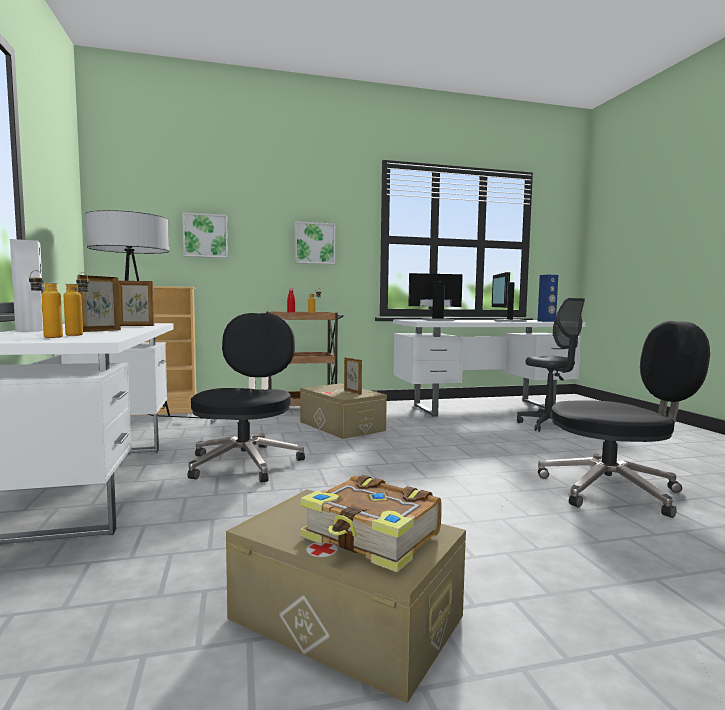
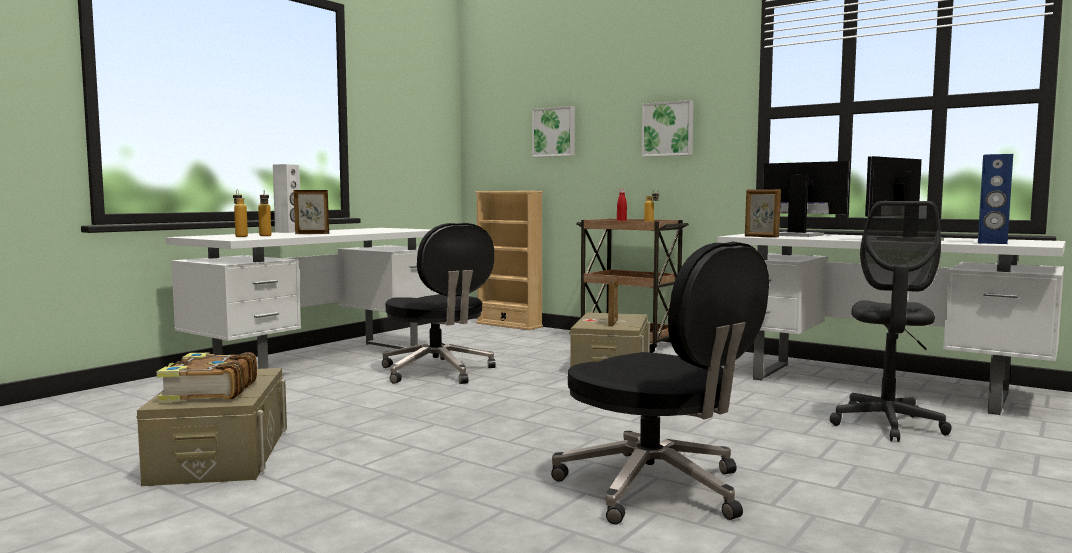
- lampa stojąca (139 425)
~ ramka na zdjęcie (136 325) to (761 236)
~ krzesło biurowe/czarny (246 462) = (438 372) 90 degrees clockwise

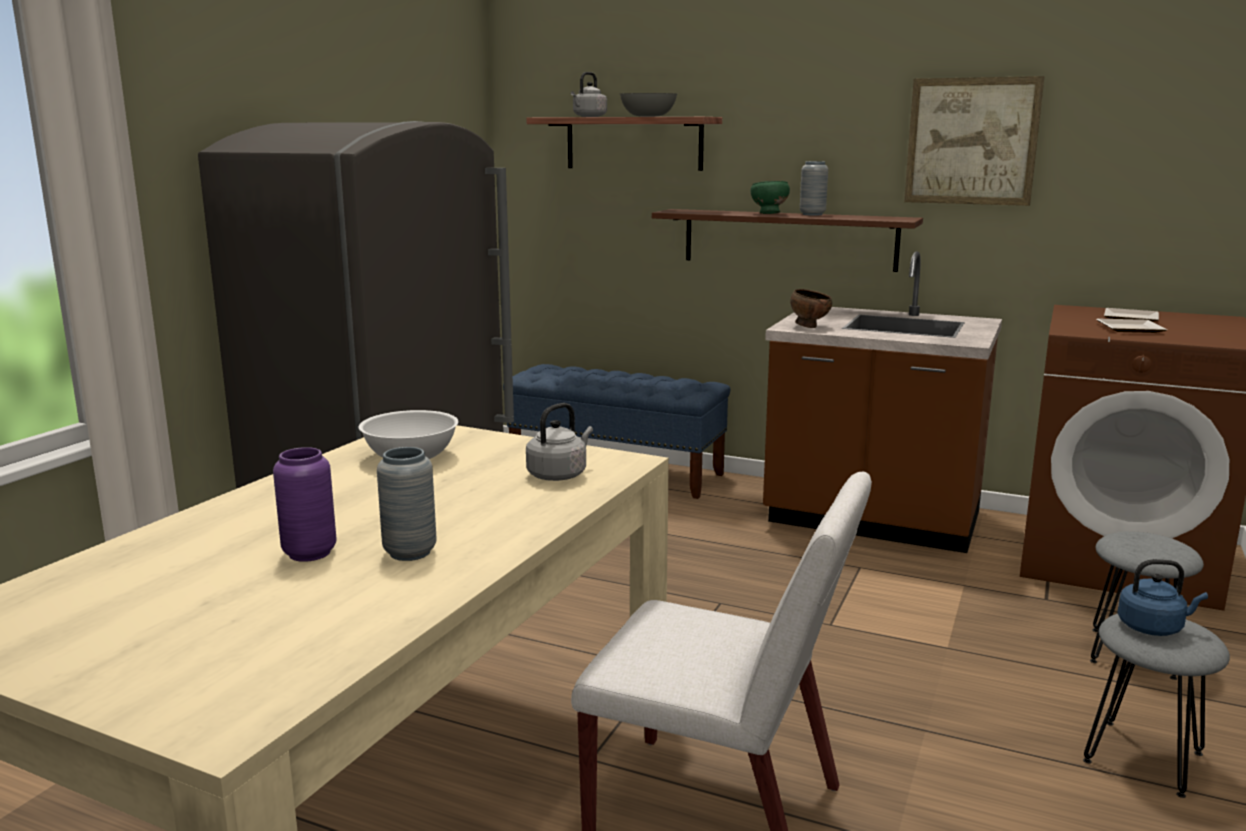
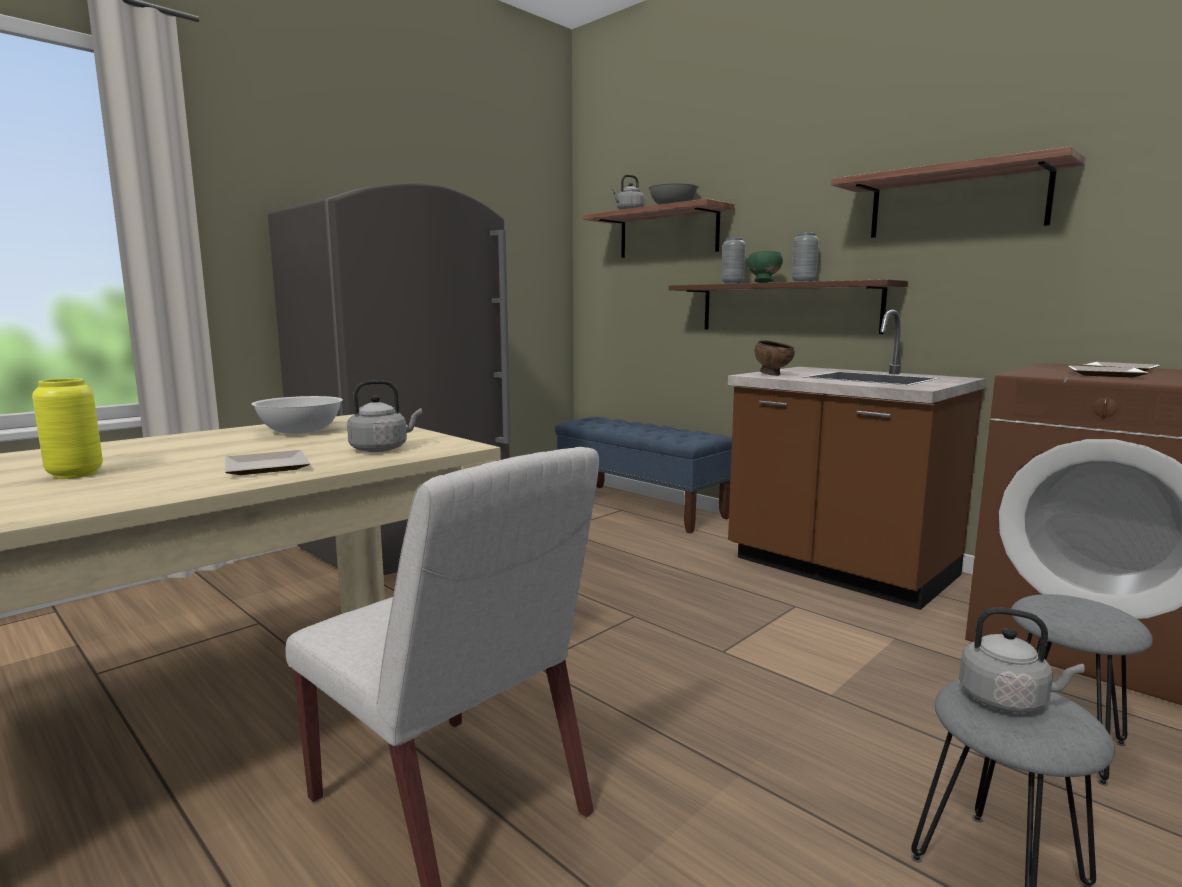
+ talerz (269 466)
~ wazon/szary (410 552) to (732 284)
~ obraz (971 141) to półka (956 202)
~ wazon/fioletowy (309 553) to wazon/żółty (75 474)
~ czajnik/niebieski (1153 627) to czajnik/szary (1007 700)

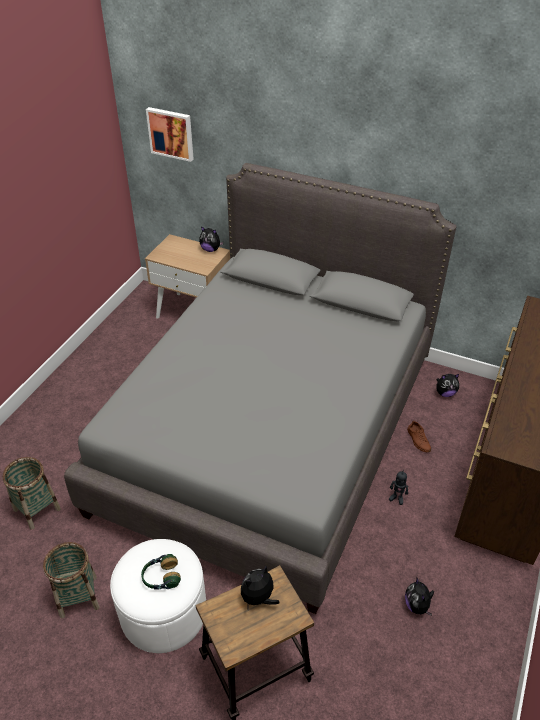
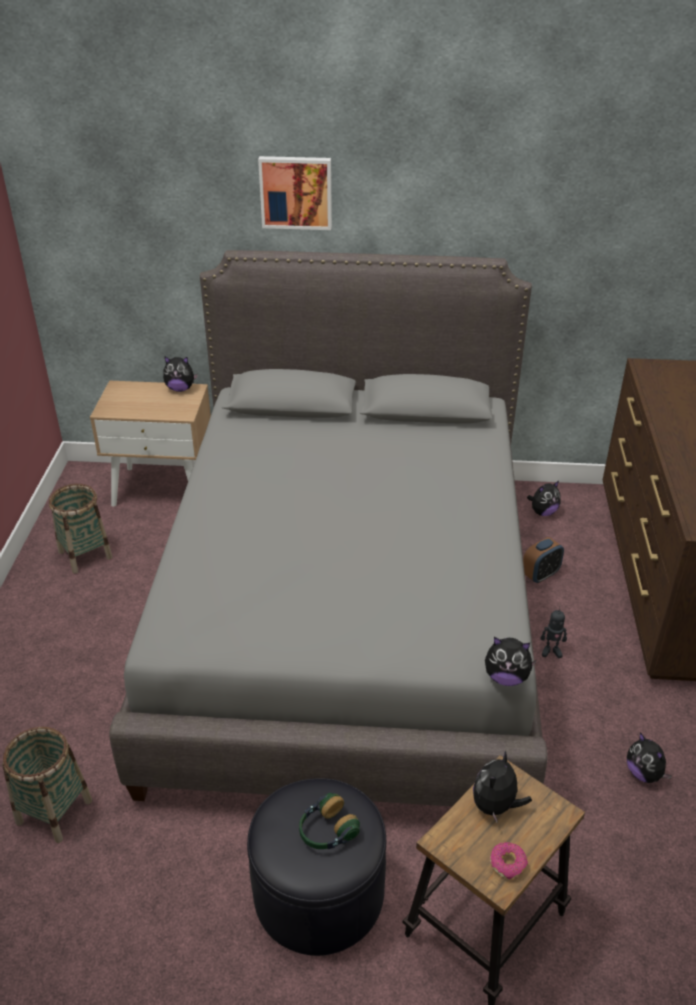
+ pluszak (506 677)
+ donut (508 864)
~ koszyk (78 596) to (85 555)
~ obraz (171 133) to (296 192)
~ but/brązowy (418 440) to budzik (540 575)
~ pufa/biały (164 611) to pufa/czarny (319 892)

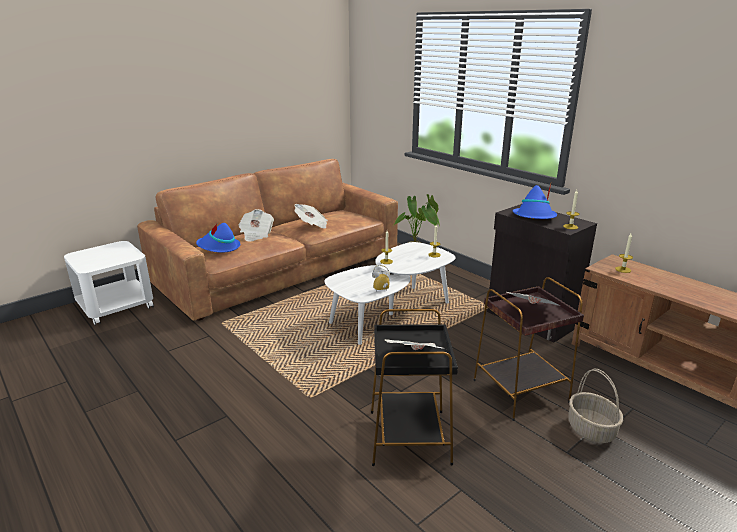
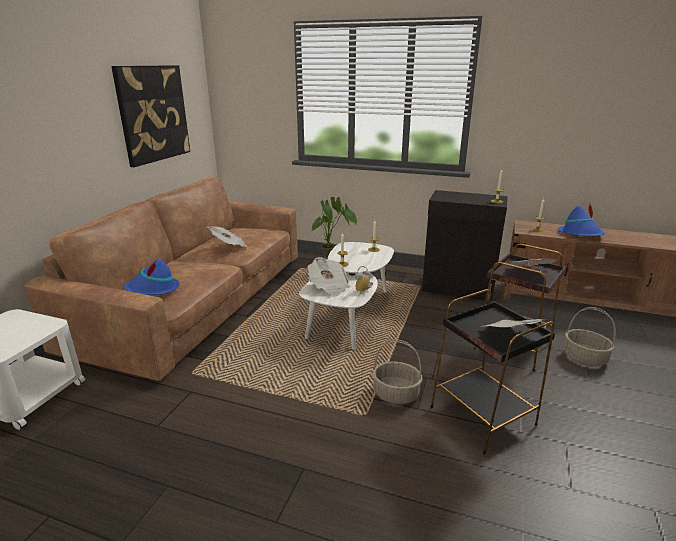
+ obraz (153 114)
+ koszyk (396 394)
~ gazeta (256 235) to (328 287)
~ kapelusz/niebieski (534 217) to (580 234)

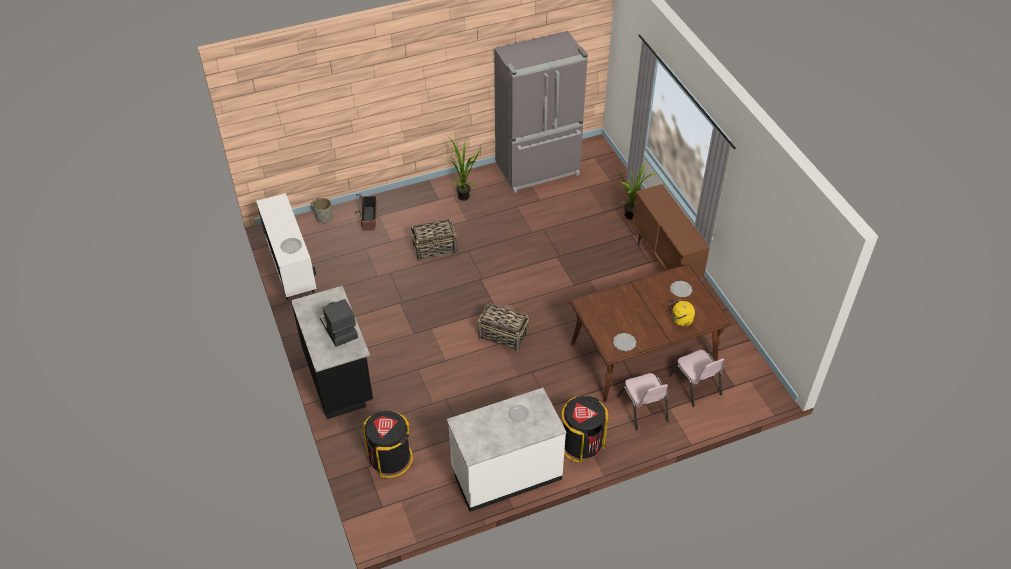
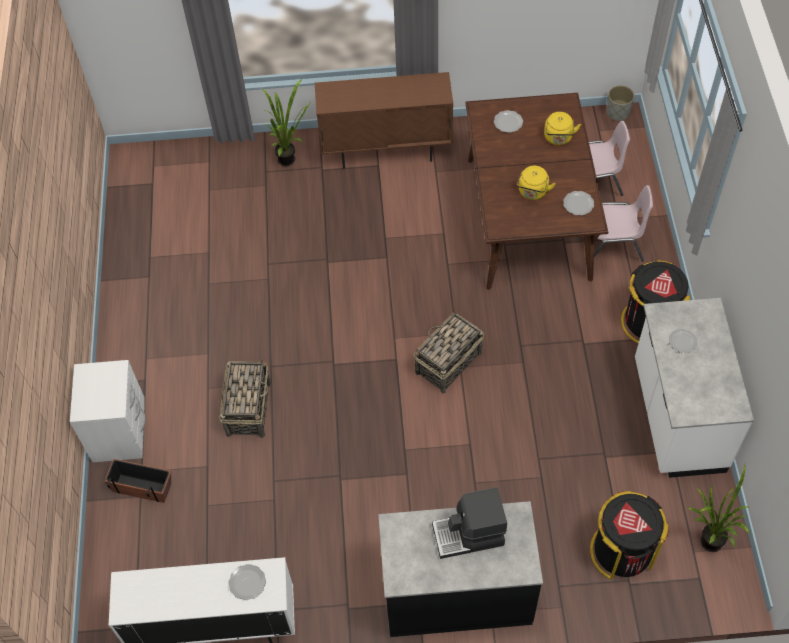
- lodówka/szary (538 170)
+ szafka nocna/biały (120 432)
+ czajnik/żółty (532 192)
~ donica/szary (324 218) to (618 113)
~ roślina doniczkowa (463 195) to (705 542)

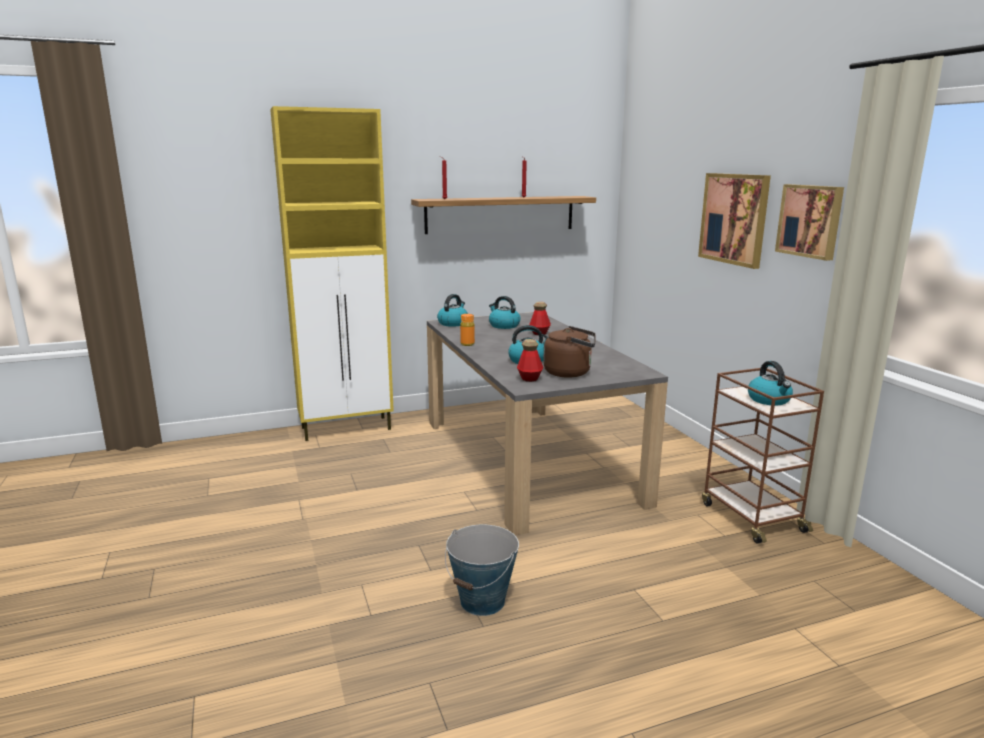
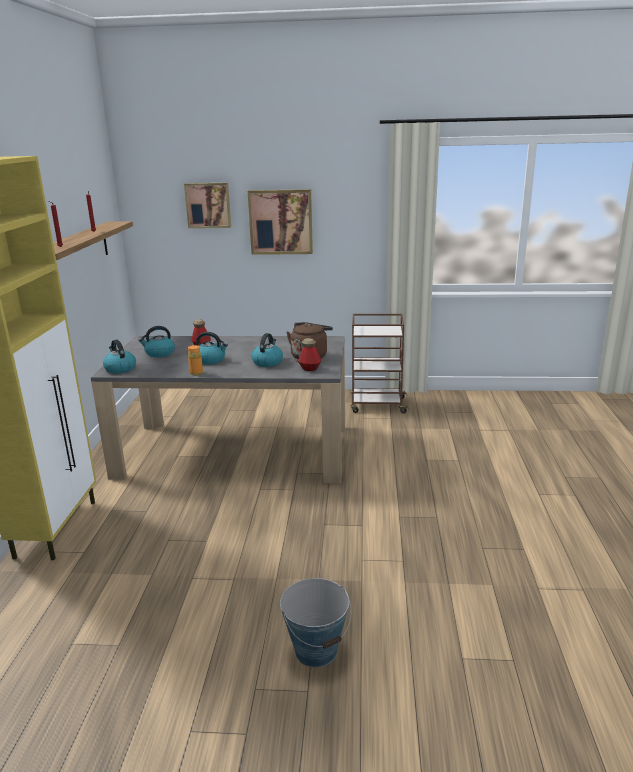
~ wiadro (483 601) to (316 650)
~ czajnik (769 400) to (210 360)
~ obraz (810 221) to (208 205)

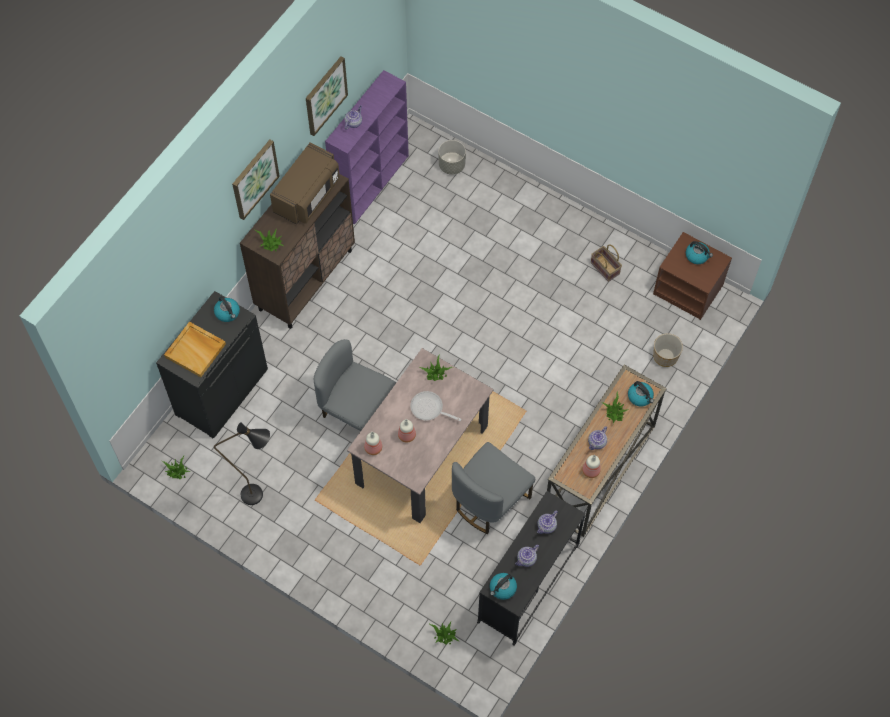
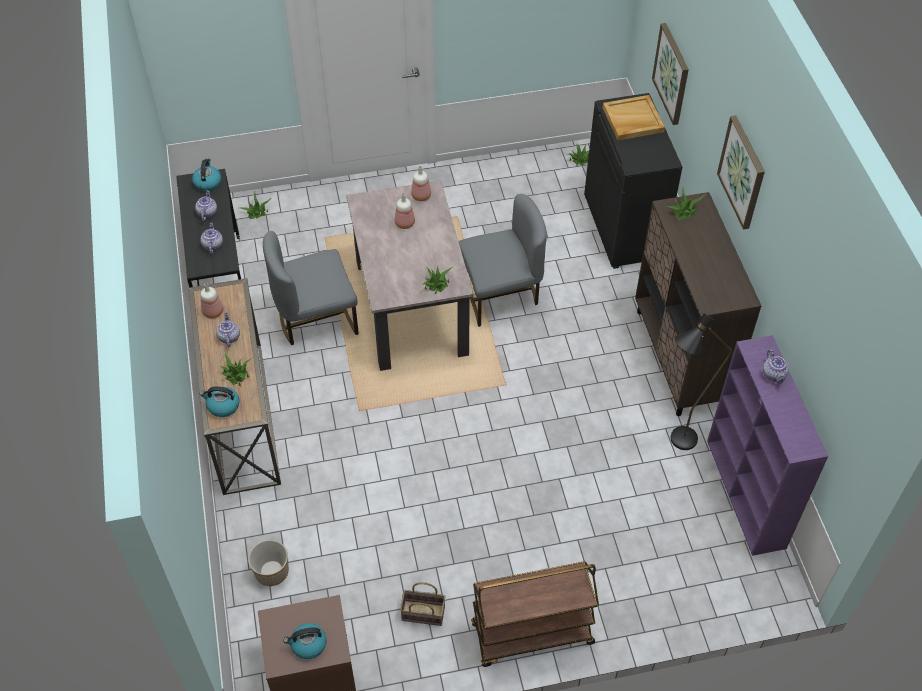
- czajnik (228 313)
- mikrofalówka/brązowy (307 195)
- patelnia (429 409)
- donica/szary (451 165)
+ wózek/brązowy (531 635)
~ lampa stojąca/czarny (260 496) to (676 444)
~ obraz (325 95) to (672 73)
~ krzesło/szary (489 501) = (316 319) 105 degrees counterclockwise

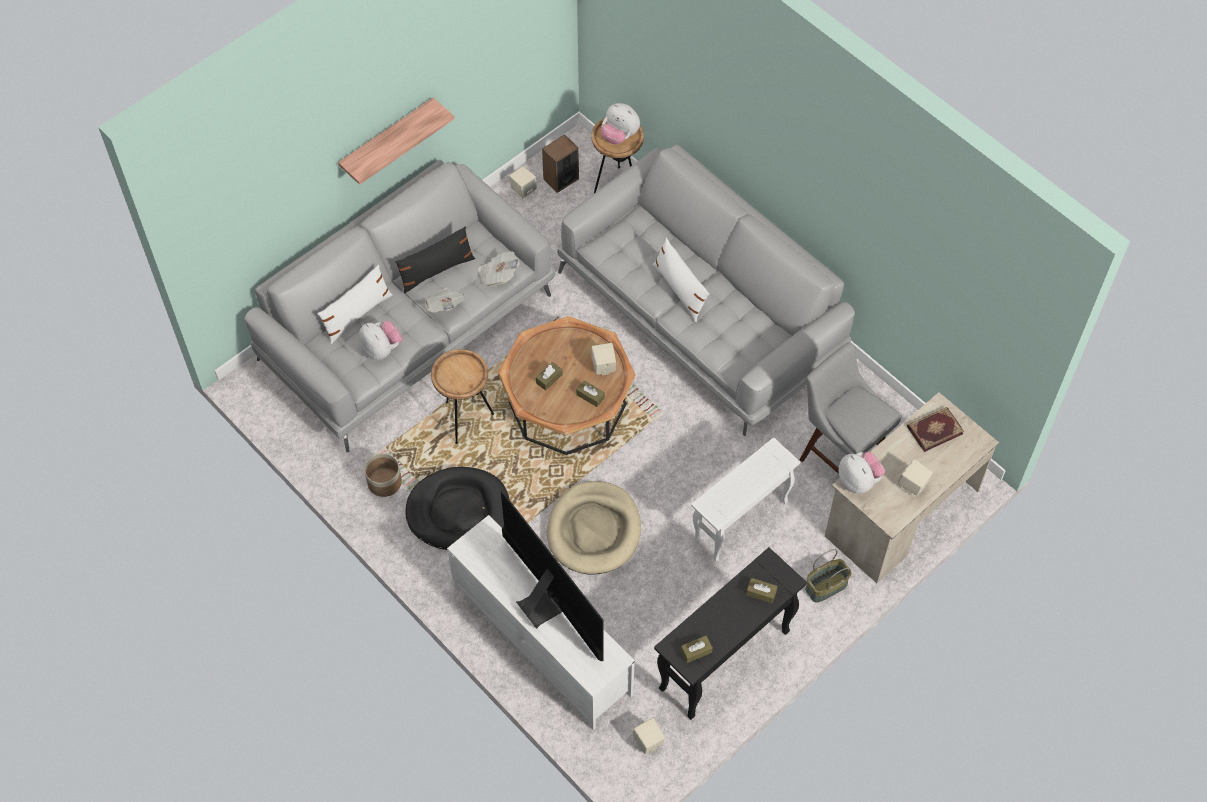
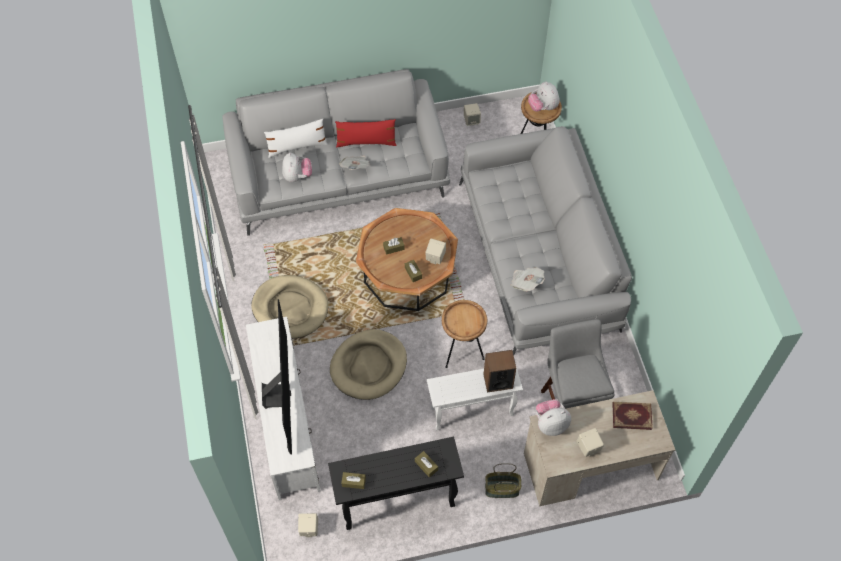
- półka (387 139)
- donica (385 482)
- poduszka/biały (680 290)
~ stolik/brązowy (465 420) to (462 353)
~ gazeta (498 275) to (526 283)
~ głośnik (561 179) to (498 381)
~ poduszka/czarny (436 271) to poduszka/czerwony (366 142)
~ legowisko/czarny (458 511) to legowisko/beżowy (290 308)
~ pluszak (858 481) = (550 423) 105 degrees counterclockwise

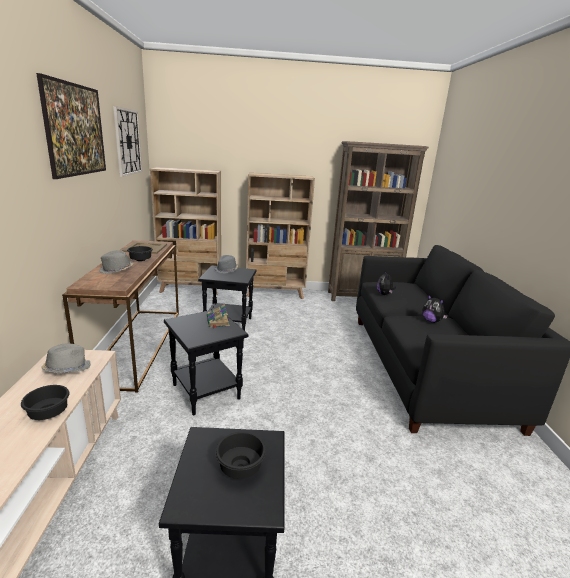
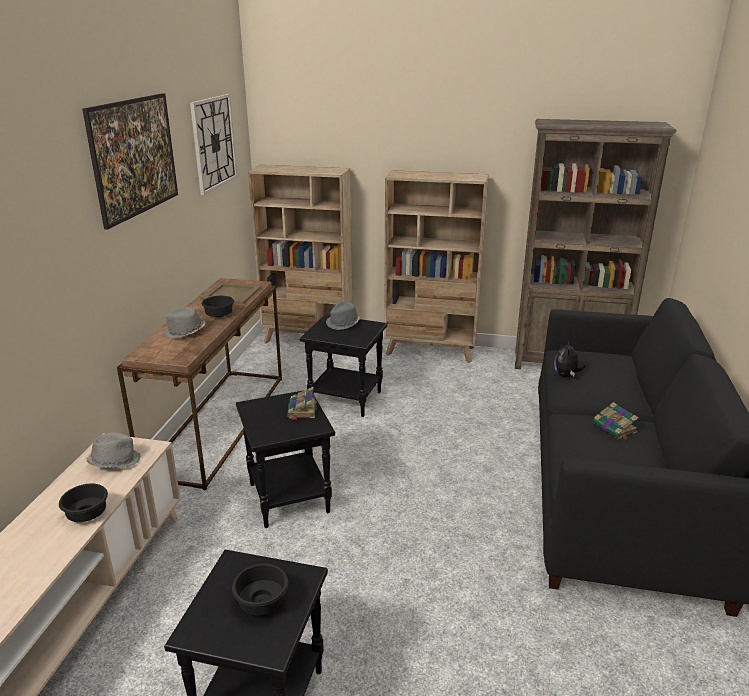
~ pluszak (431 321) to książka (615 428)

